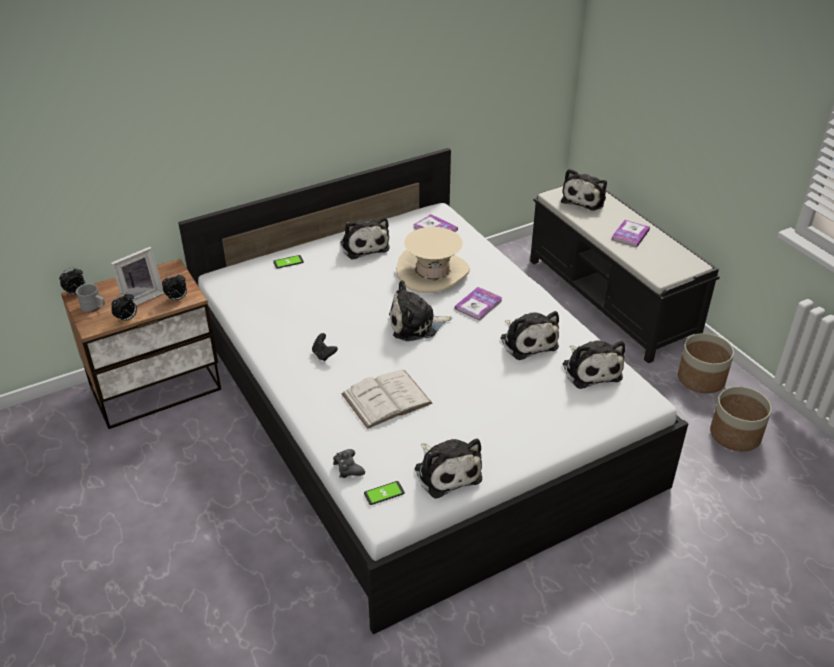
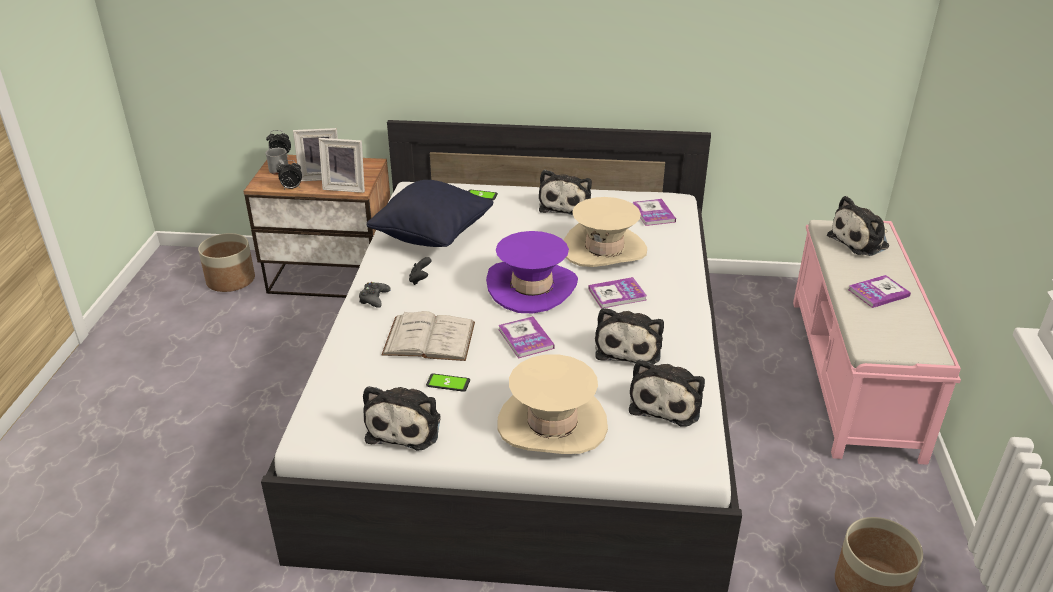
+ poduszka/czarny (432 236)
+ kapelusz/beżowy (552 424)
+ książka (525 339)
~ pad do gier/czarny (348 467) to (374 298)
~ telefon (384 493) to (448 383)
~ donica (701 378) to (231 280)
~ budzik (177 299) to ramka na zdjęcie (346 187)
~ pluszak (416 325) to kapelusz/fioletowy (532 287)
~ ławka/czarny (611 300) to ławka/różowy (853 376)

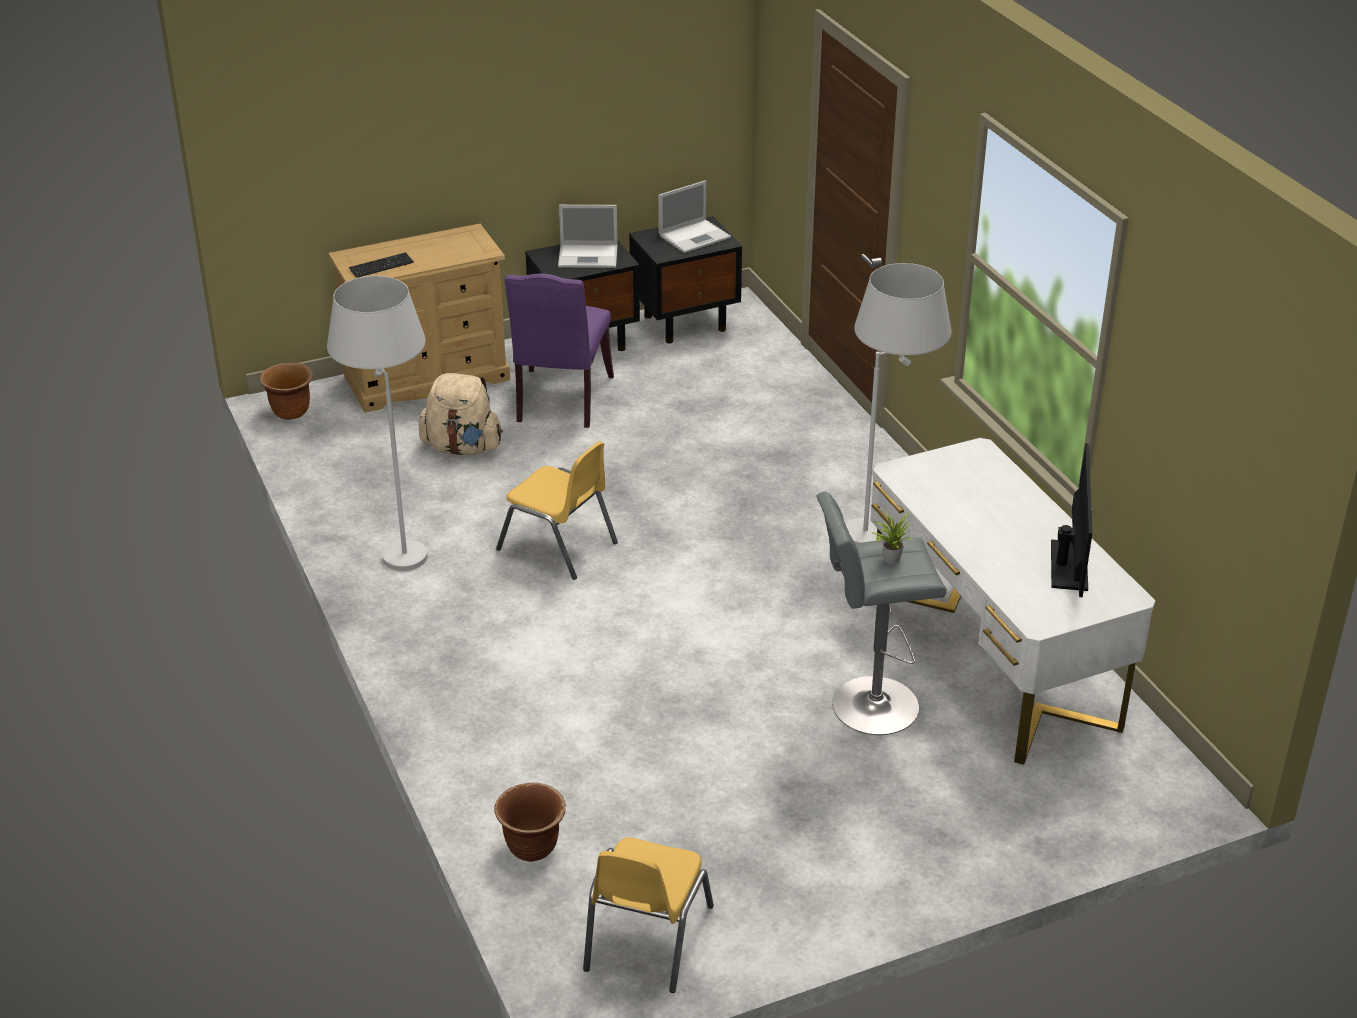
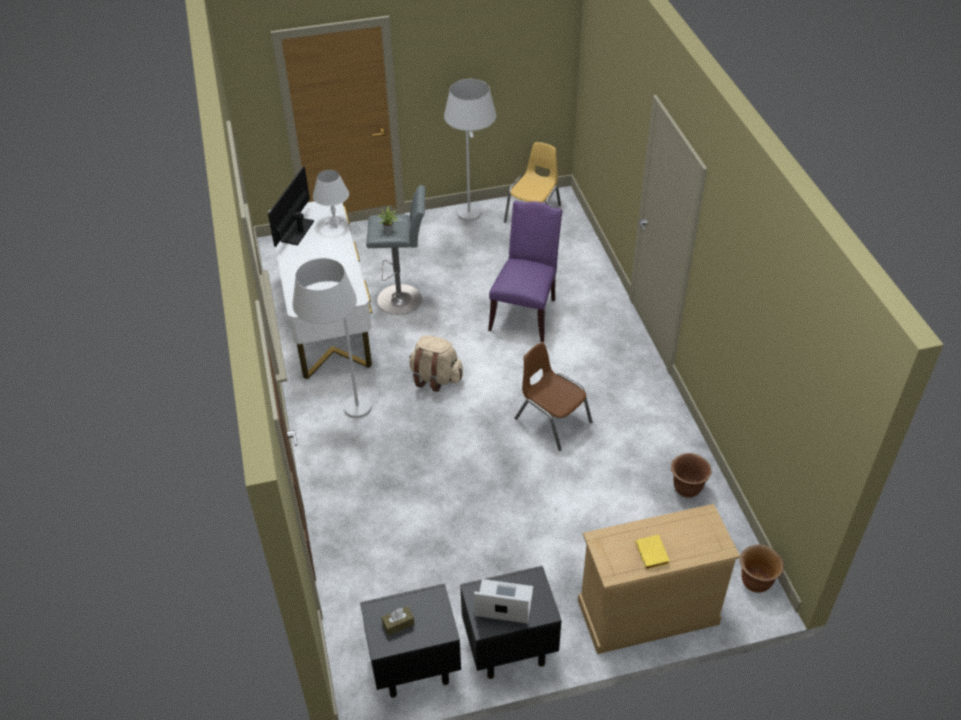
- klawiatura (381 266)
+ lampa stołowa/biały (334 222)
+ książka/żółty (653 554)
~ lampa stojąca/biały (397 543) to (472 222)
~ plecak/beżowy (462 447) to (435 378)
~ donica/brązowy (532 848) to (686 488)
~ krzesło/fioletowy (561 402) to (525 313)
~ laptop (695 236) to pudełko chusteczek/brązowy (398 623)
~ krzesło/żółty (558 546) to krzesło/brązowy (552 420)

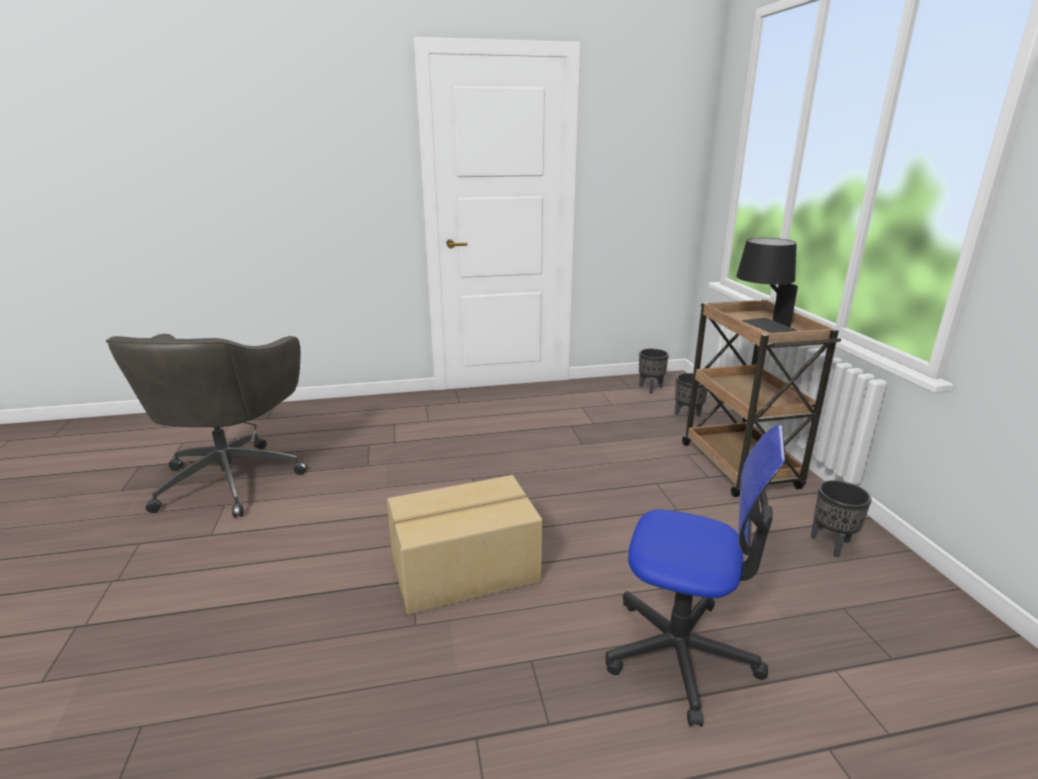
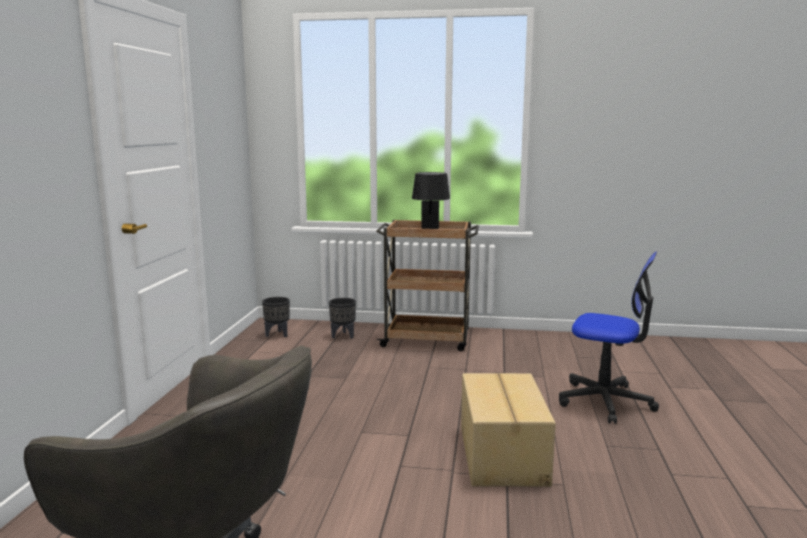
- donica/czarny (831 544)
~ krzesło biurowe (680 653) = (605 401) 75 degrees clockwise

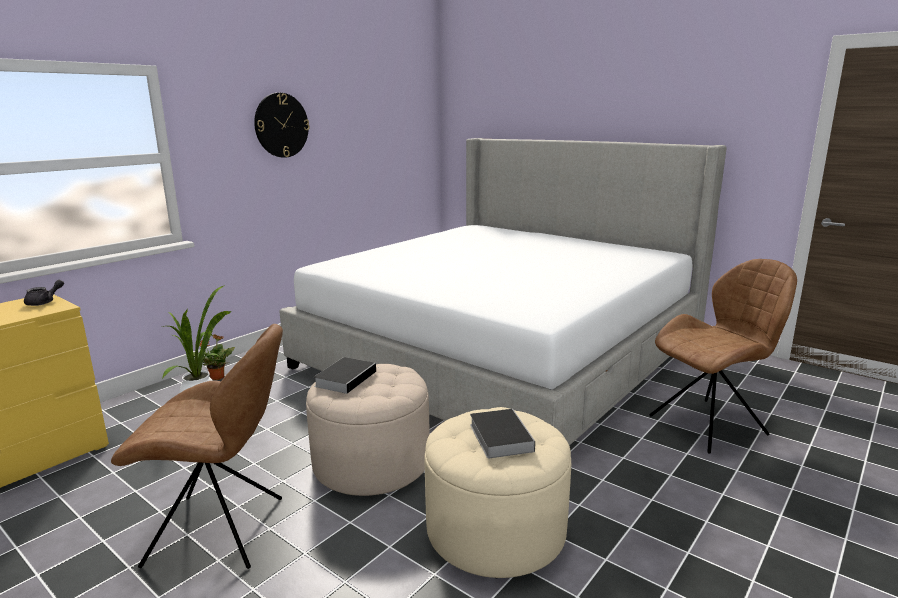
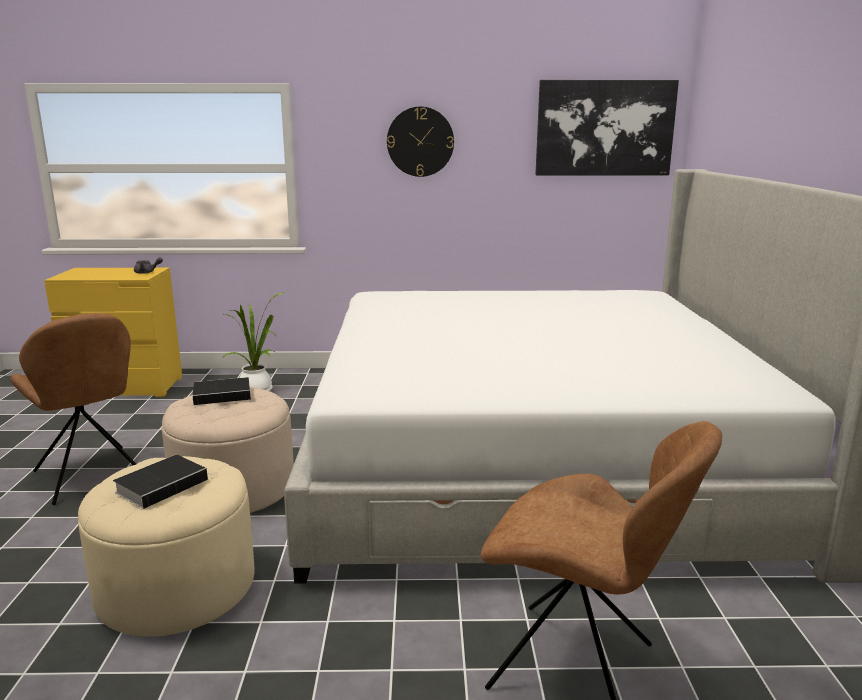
- roślina doniczkowa (216 377)
+ obraz (604 128)

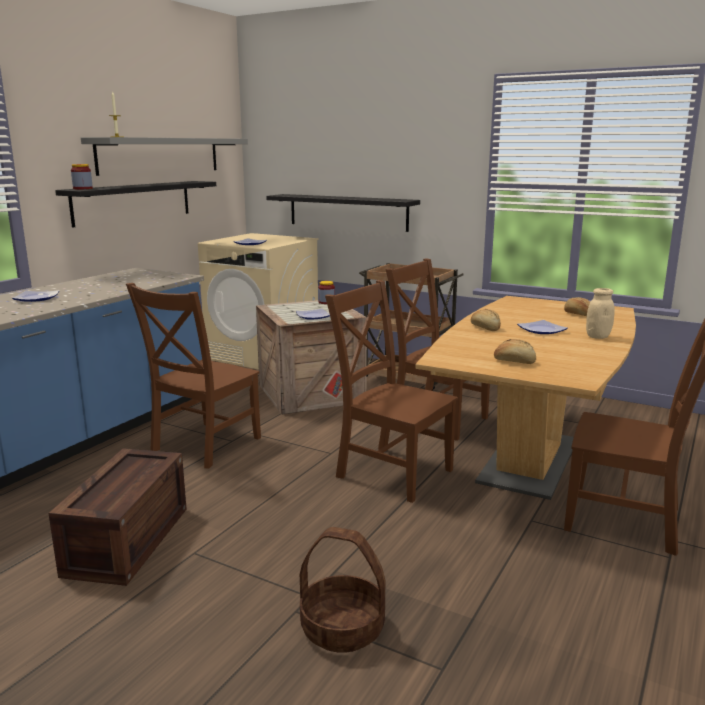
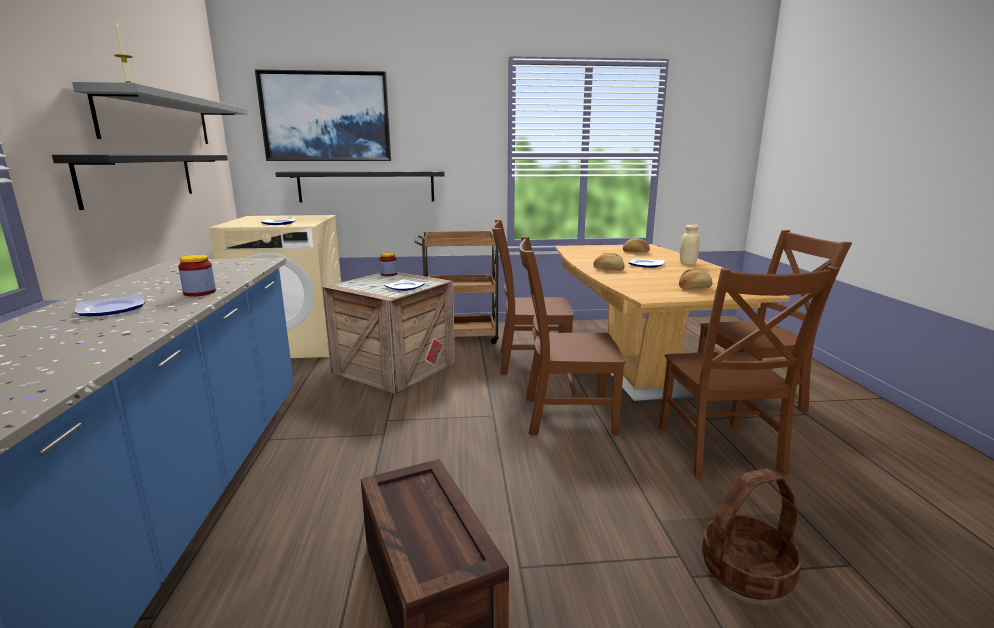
+ obraz (326 117)
~ słoik (82 188) to (200 293)
~ krzesło/brązowy (203 446) to (719 452)

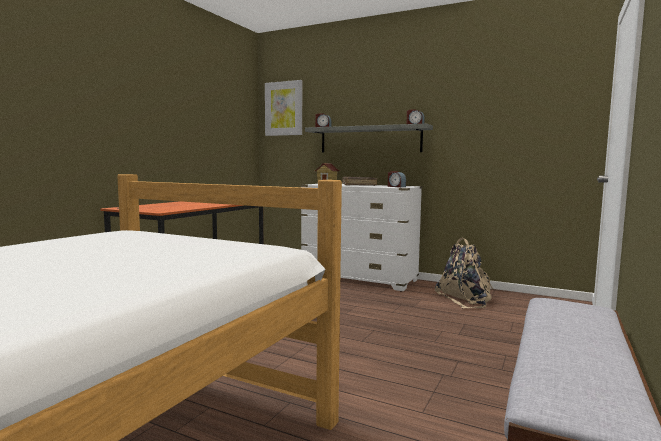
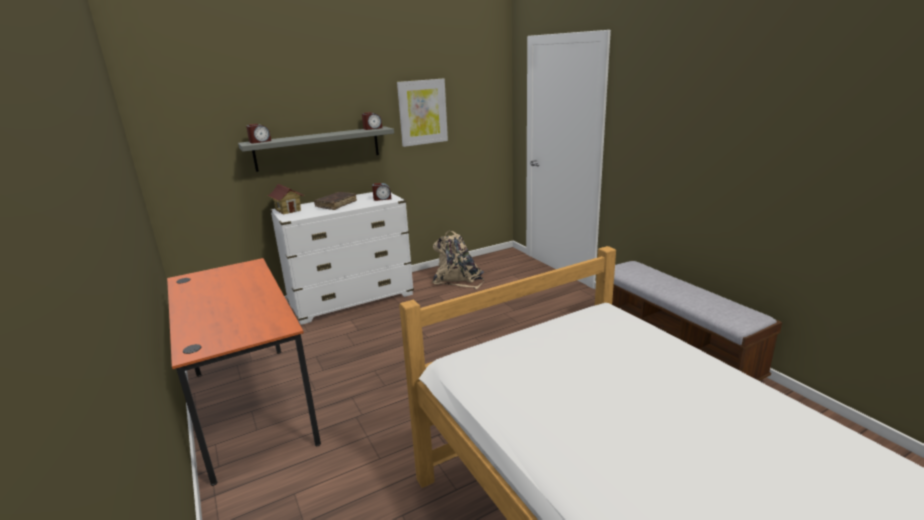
~ obraz (284 108) to (422 112)

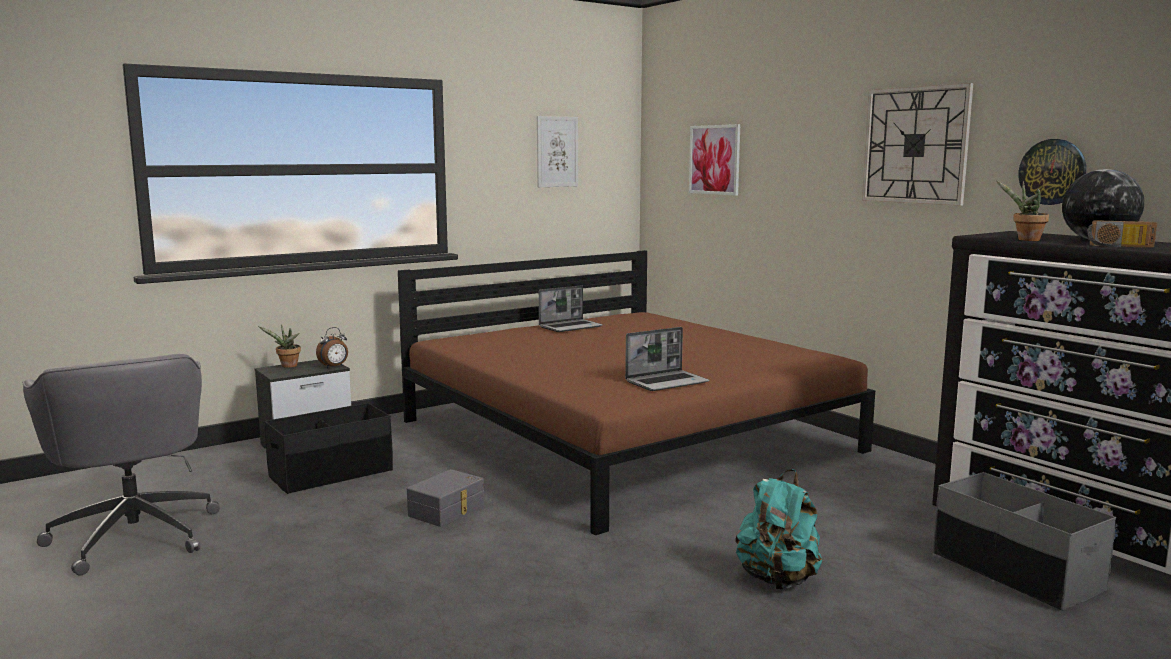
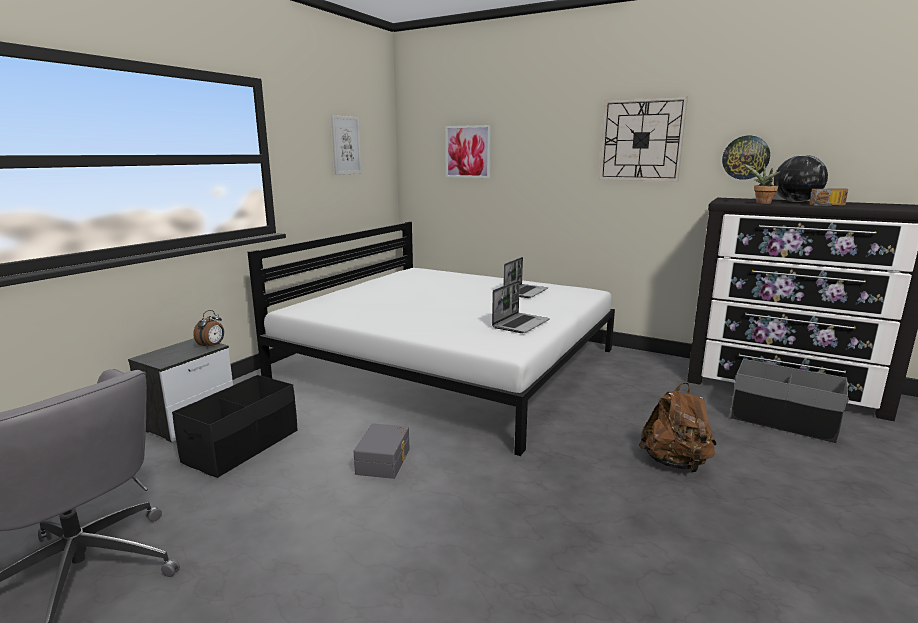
- roślina doniczkowa (287 366)
~ laptop (571 327) to (525 292)
~ łóżko/brązowy (625 435) to łóżko/biały (449 363)
~ plecak/turkusowy (778 580) to plecak/brązowy (675 463)

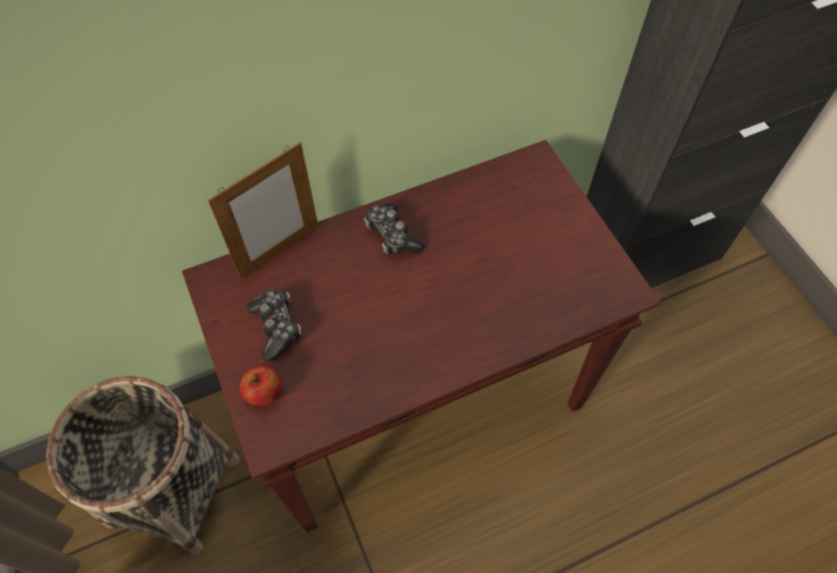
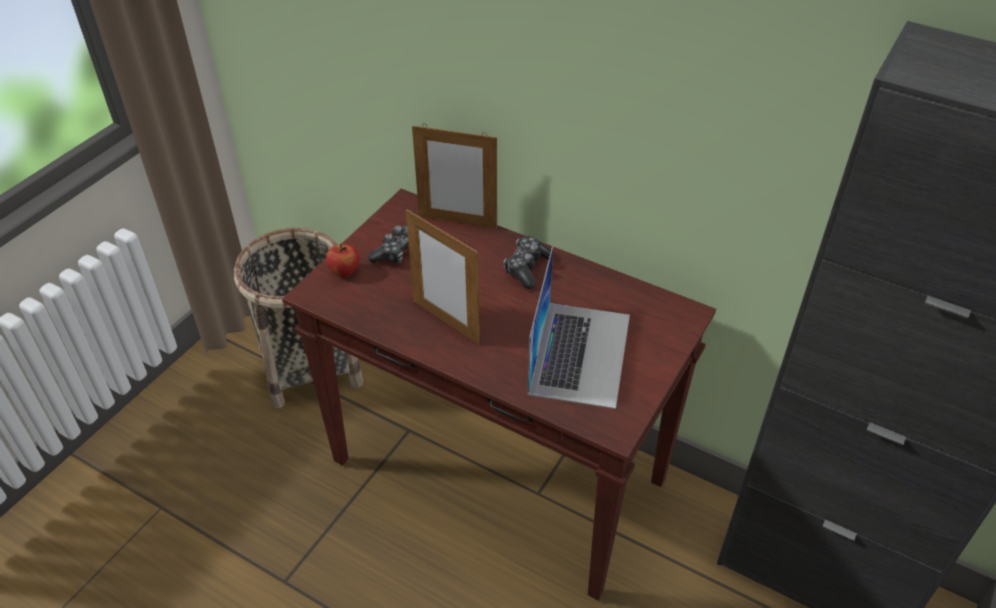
+ ramka na zdjęcie (446 322)
+ laptop (579 353)

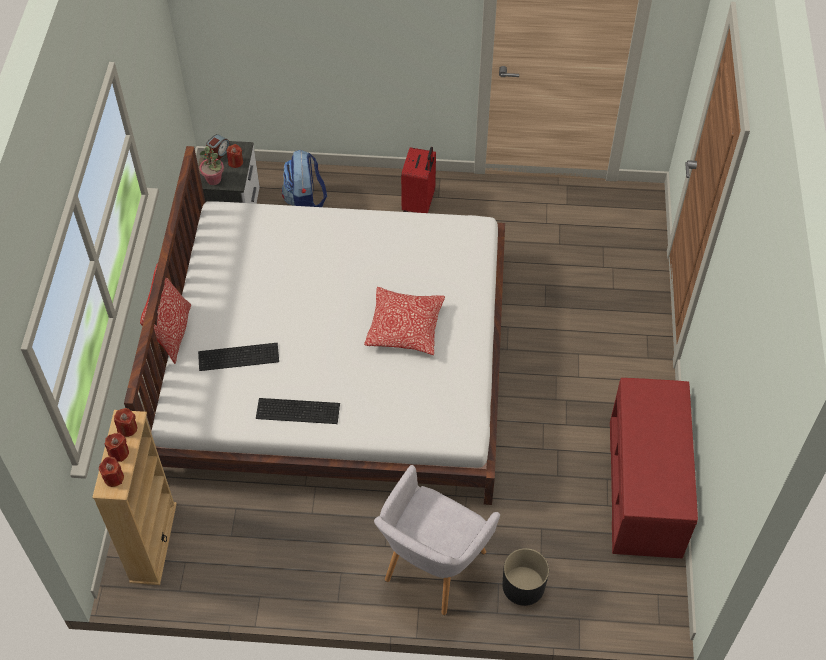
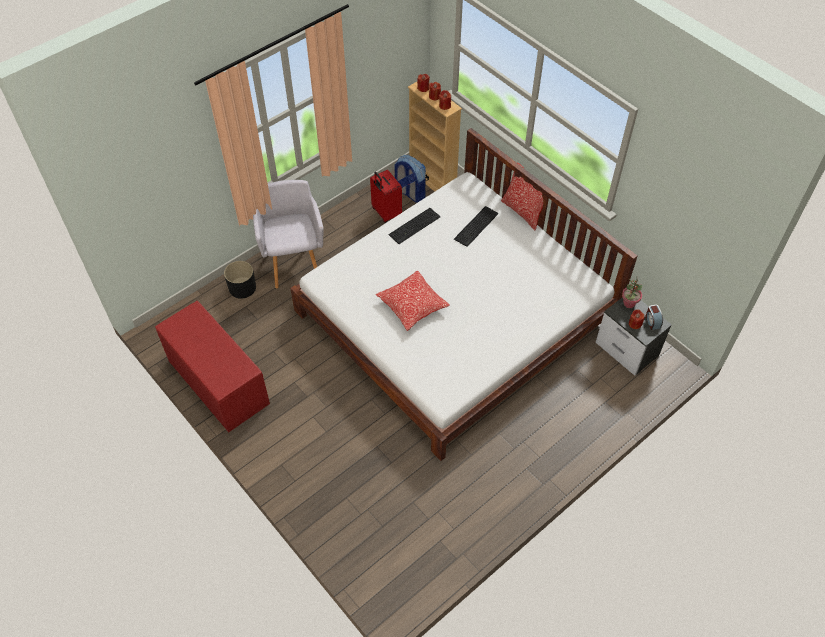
~ plecak (305 203) to (409 193)
~ walizka/czerwony (419 204) to (385 213)

